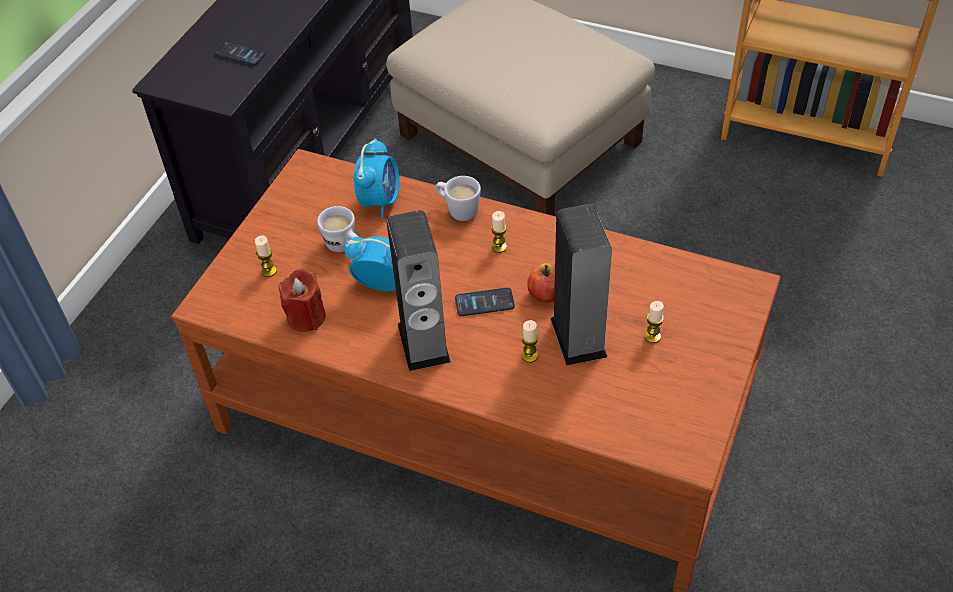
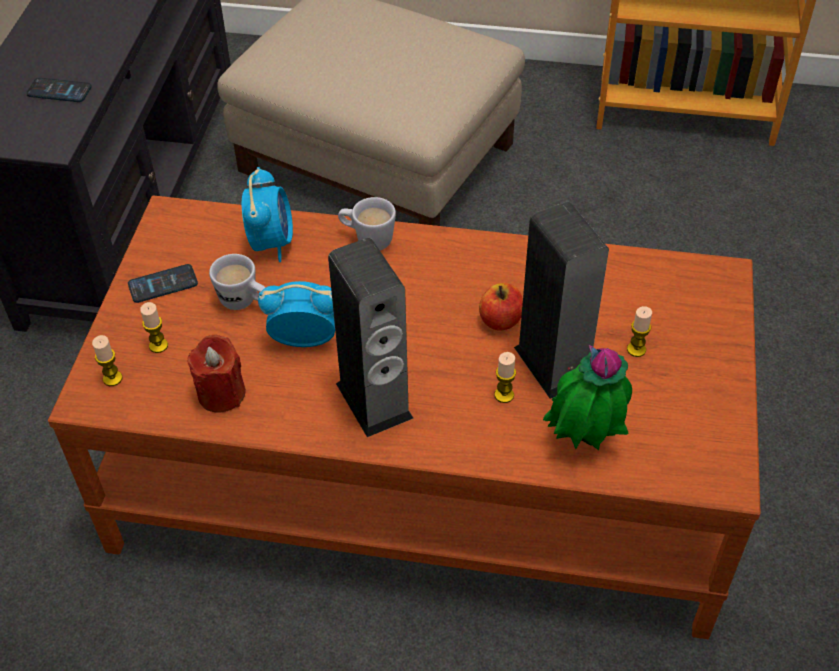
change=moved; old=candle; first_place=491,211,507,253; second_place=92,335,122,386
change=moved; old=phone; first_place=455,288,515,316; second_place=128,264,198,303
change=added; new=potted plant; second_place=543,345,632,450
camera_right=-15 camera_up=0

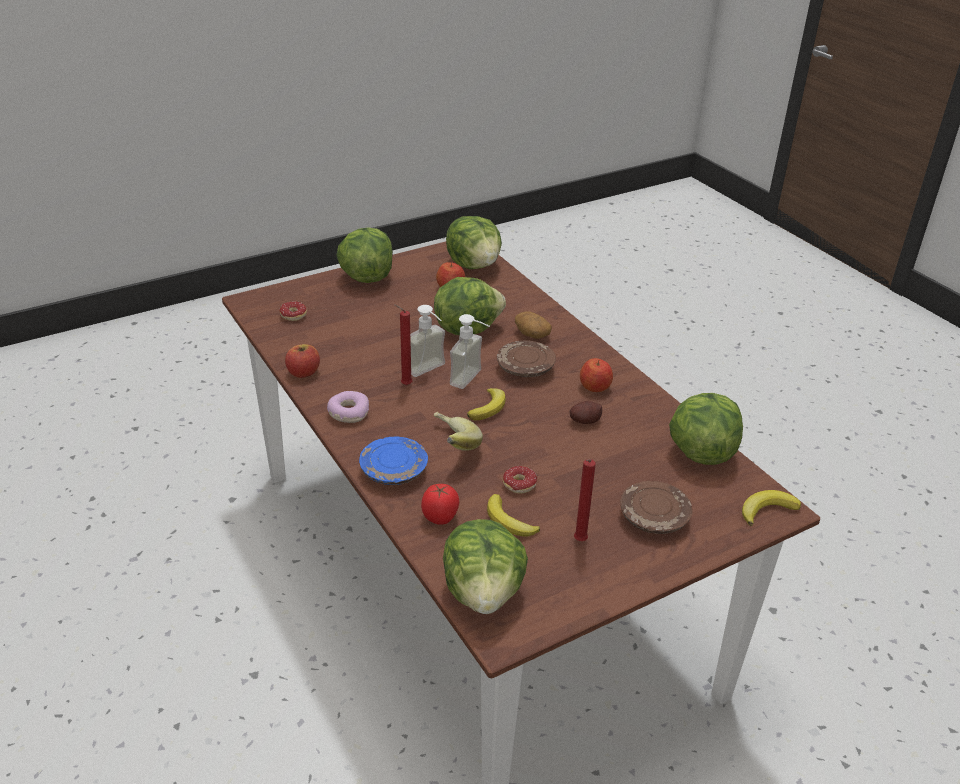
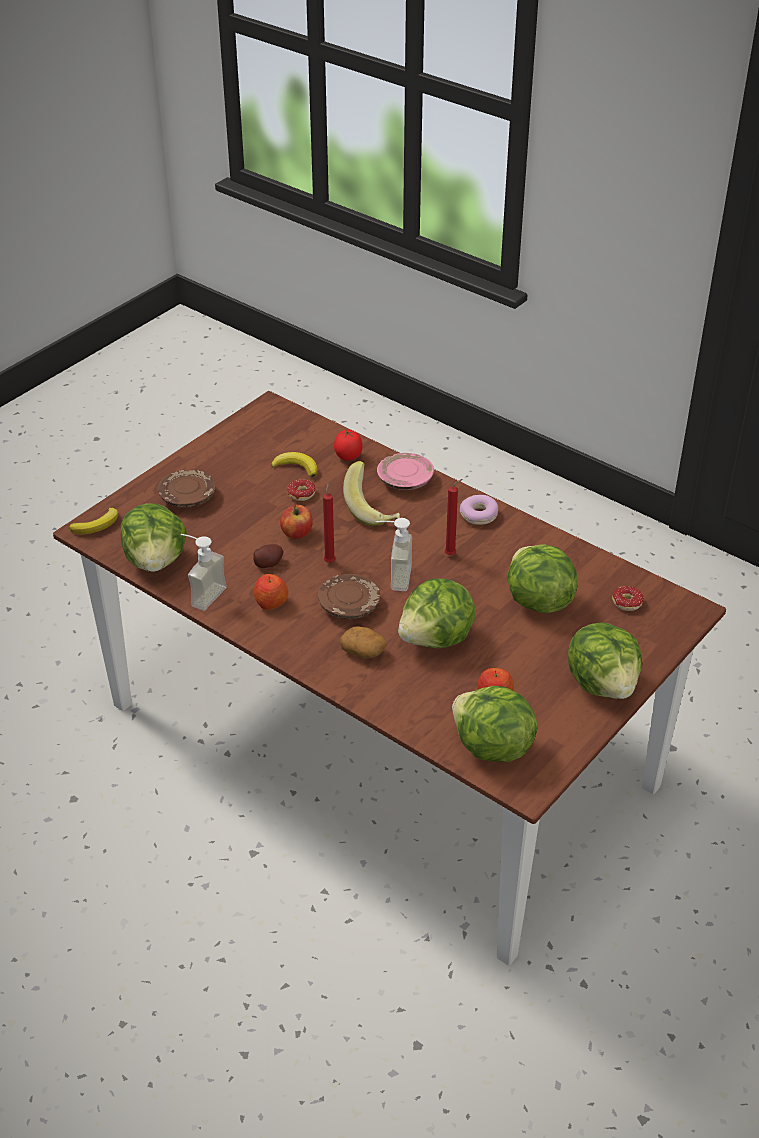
change=moved; old=soap dispenser; first_place=410,305,445,377; second_place=181,534,227,611
change=moved; old=apple; first_place=285,344,320,378; second_place=280,505,312,539
change=removed; old=banana; first_place=467,388,506,420
change=recoloured; old=plate in blue; new=plate in pink; first_place=359,437,428,485; second_place=377,453,434,490
change=moved; old=candle in red; first_place=574,459,596,541; second_place=323,482,335,563
change=moved; old=lettuce; first_place=443,519,528,614; second_place=507,544,577,614
camera_right=160 camera_up=5

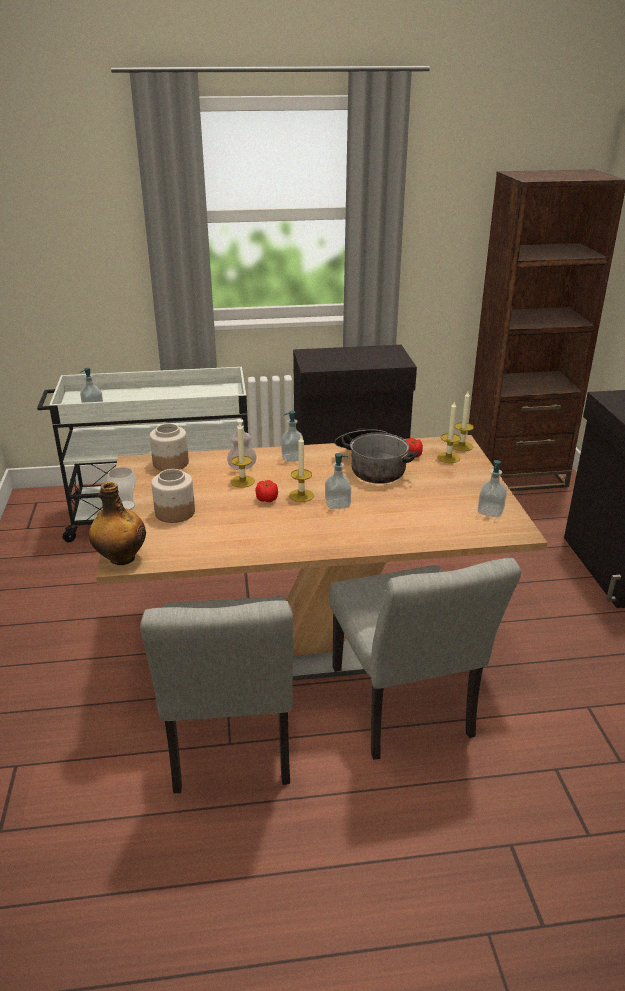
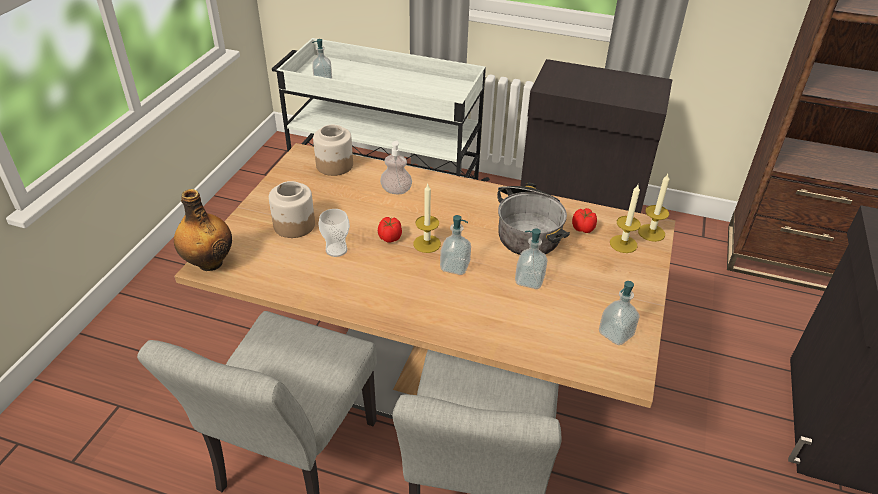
change=moved; old=soap dispenser; first_place=281,411,303,462; second_place=515,228,548,289
change=removed; old=candle; first_place=231,423,255,488
change=moved; old=cup; first_place=107,467,136,510; second_place=318,209,350,257
camera_right=25 camera_up=10

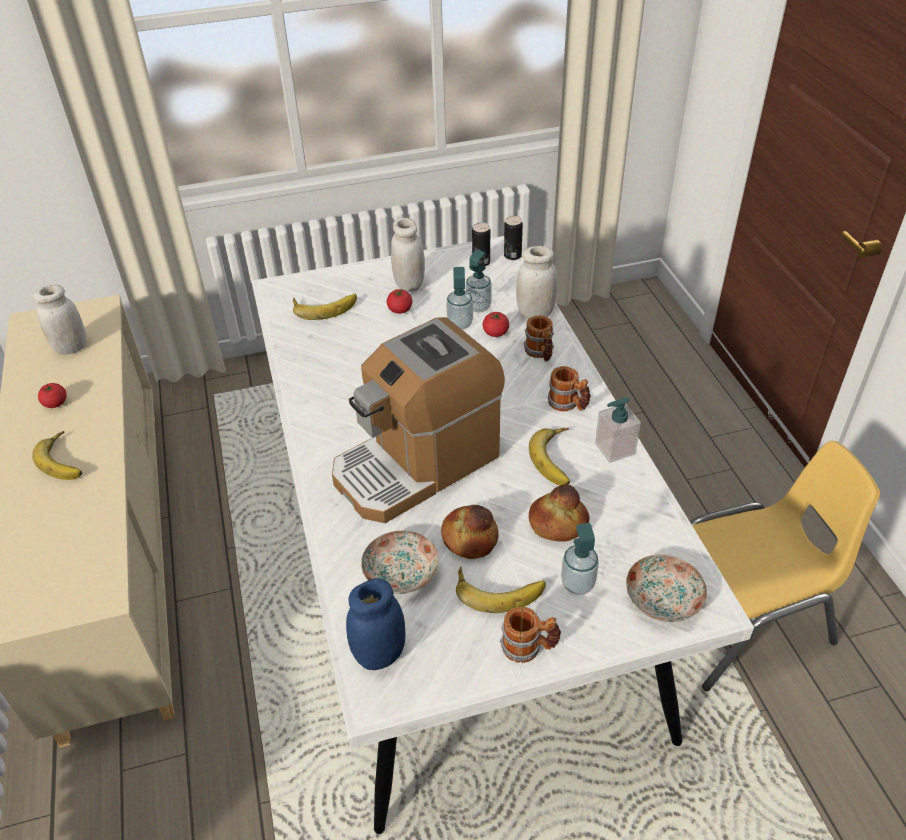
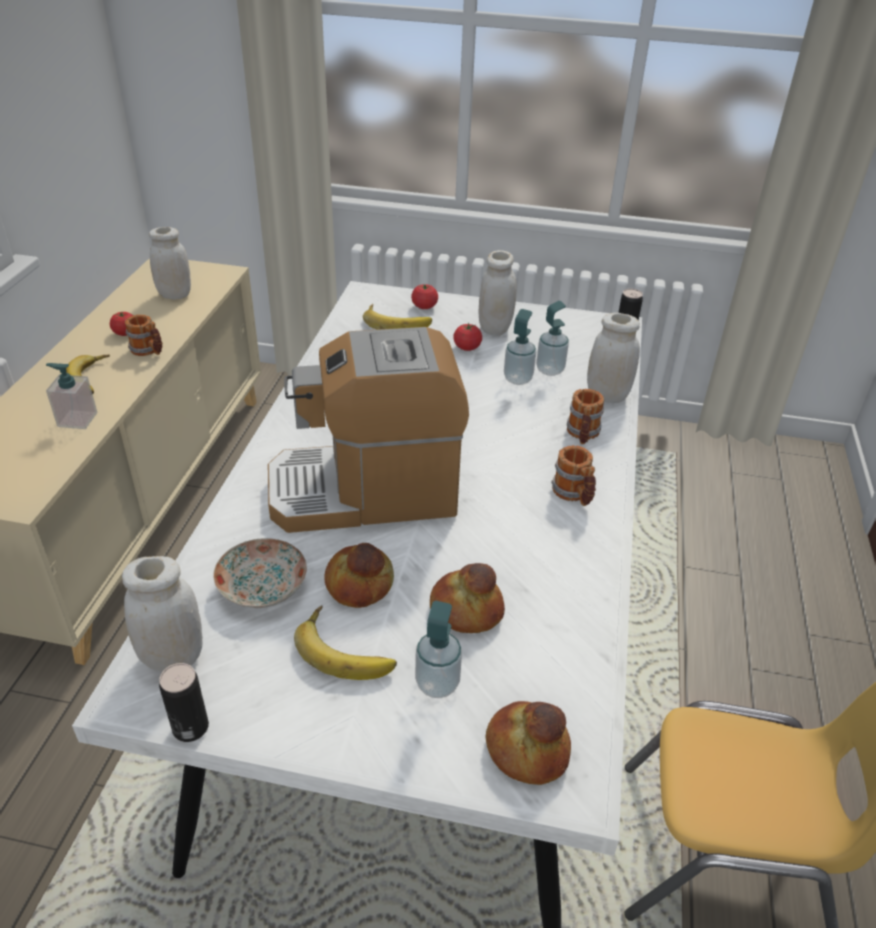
change=moved; old=can; first_place=472,222,490,266; second_place=159,663,209,742
change=moved; old=tomato; first_place=483,312,509,337; second_place=411,284,438,309
change=moved; old=soap dispenser; first_place=595,397,641,463; second_place=46,363,97,429
change=removed; old=banana; first_place=529,428,570,485
change=replaced; old=plate; new=bread; first_place=626,554,707,622; second_place=486,701,571,785
change=recoloured; old=jar in blue; new=jar in white; first_place=346,578,405,670; second_place=122,556,203,671
change=moved; old=mug; first_place=500,607,561,663; second_place=125,314,162,356
camera_right=25 camera_up=-5

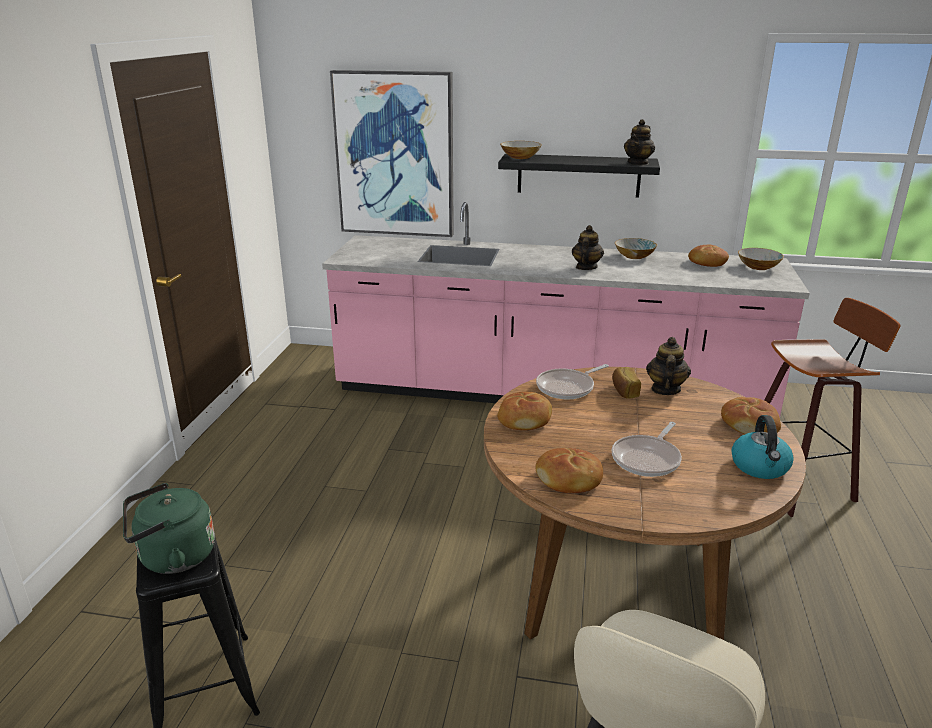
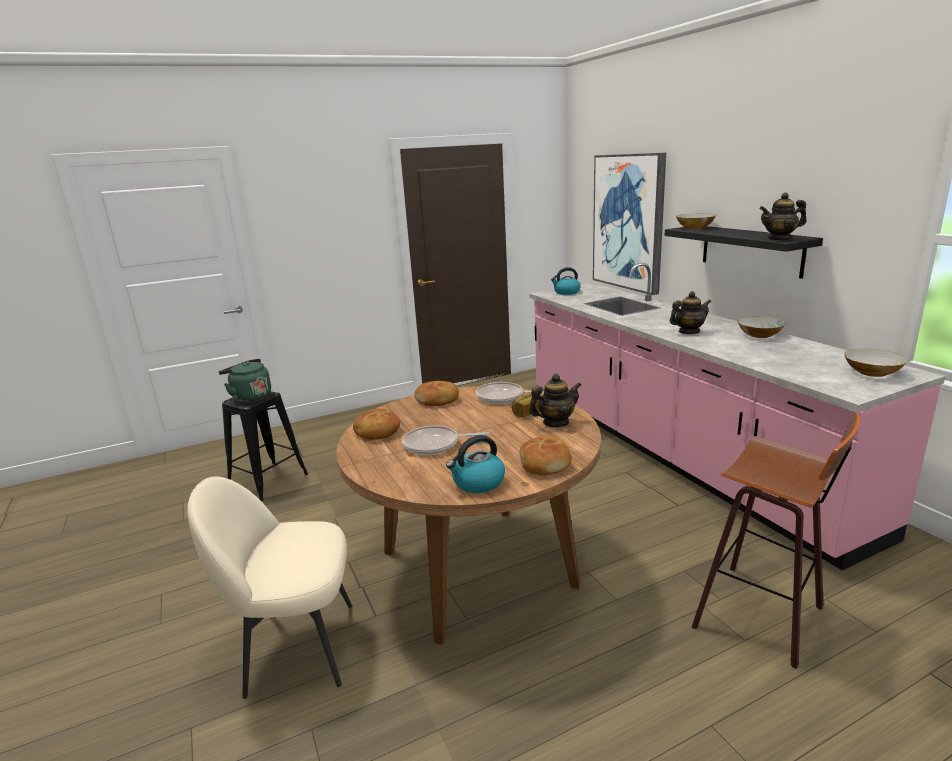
change=removed; old=bread; first_place=688,244,729,267
change=added; new=kettle; second_place=551,267,581,295
camera_right=55 camera_up=-5

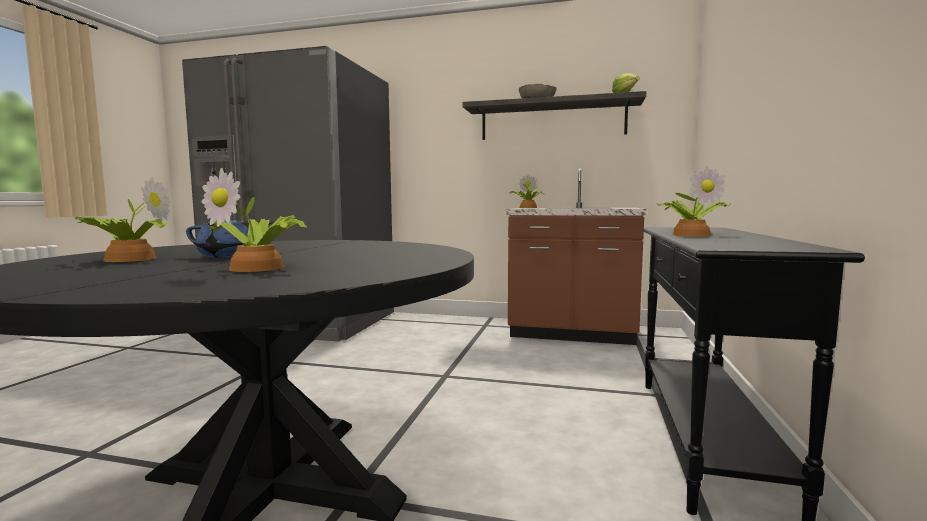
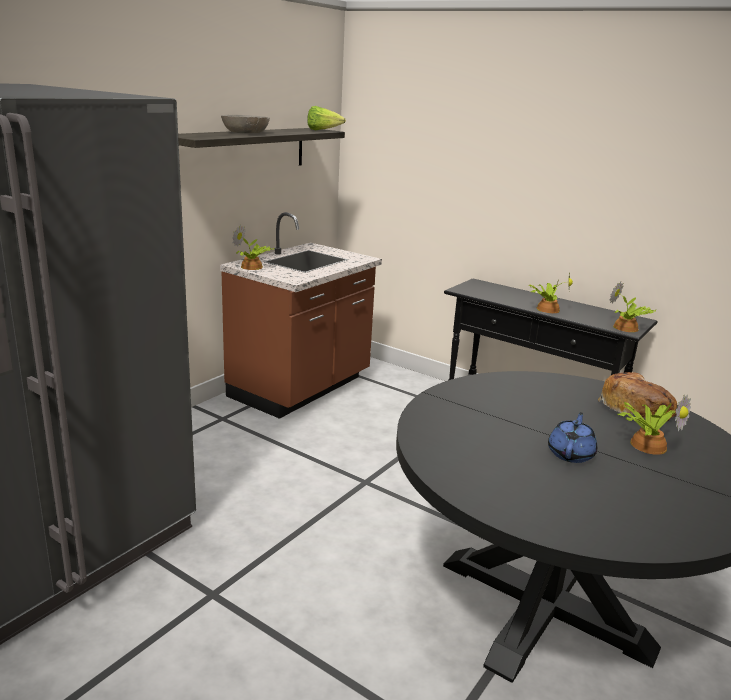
change=moved; old=potted plant; first_place=75,177,171,262; second_place=609,281,657,332
change=added; new=bread; second_place=598,372,677,421
camera_right=-70 camera_up=15

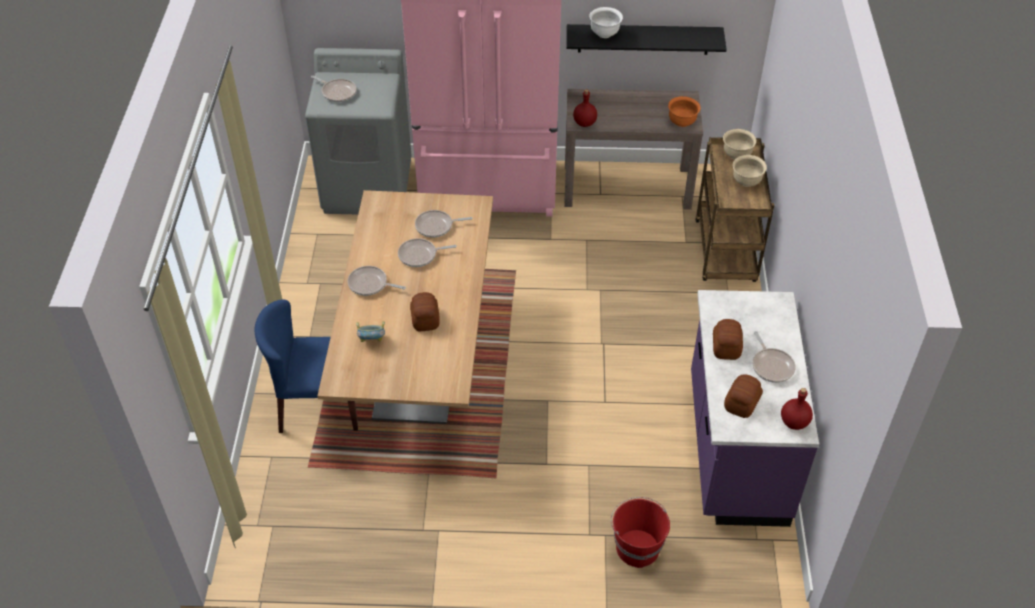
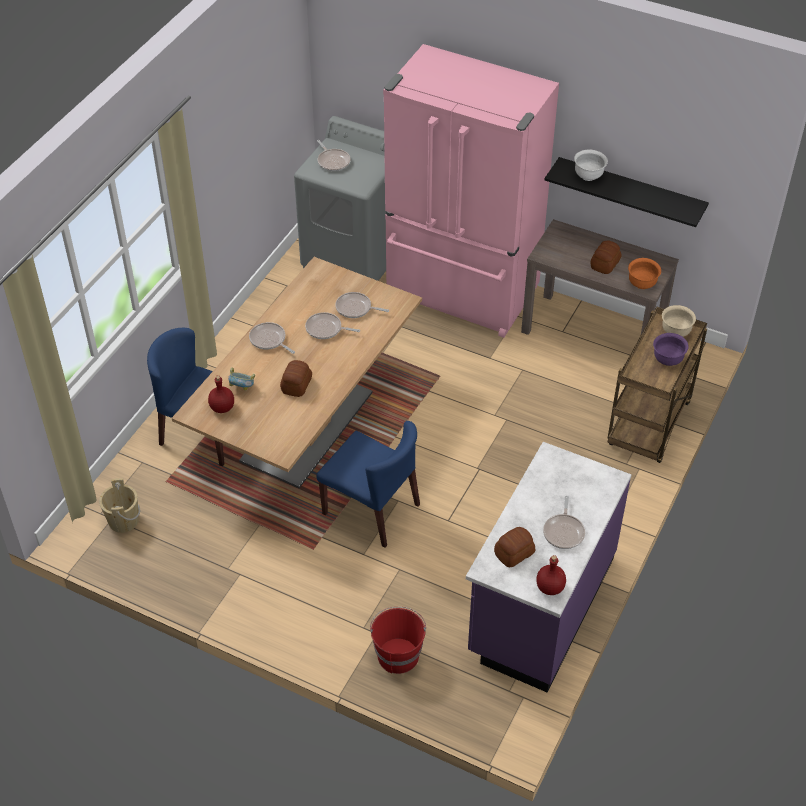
change=moved; old=bottle in red; first_place=573,89,597,127; second_place=208,375,234,413
change=recoloured; old=bowl in beige; new=bowl in purple; first_place=733,155,767,187; second_place=653,333,689,366
change=moved; old=bread; first_place=713,319,743,360; second_place=591,241,622,274
change=added; new=chair in blue; second_place=316,421,420,548
change=added; new=bucket in beige; second_place=99,478,140,533
camera_right=25 camera_up=0

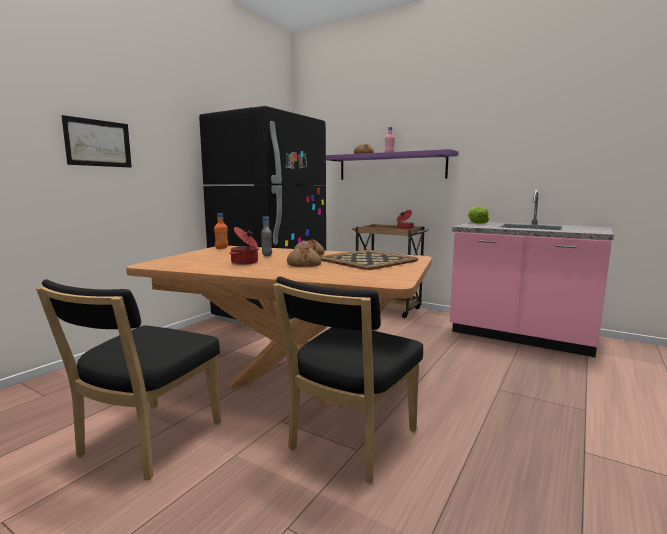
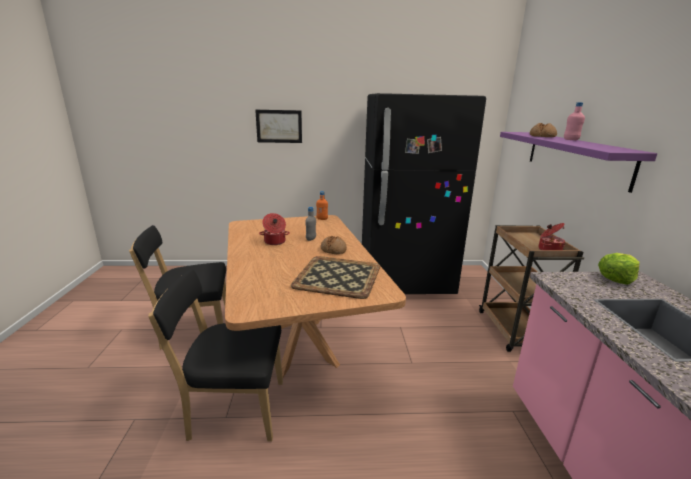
change=removed; old=bread; first_place=287,247,321,267
camera_right=55 camera_up=10

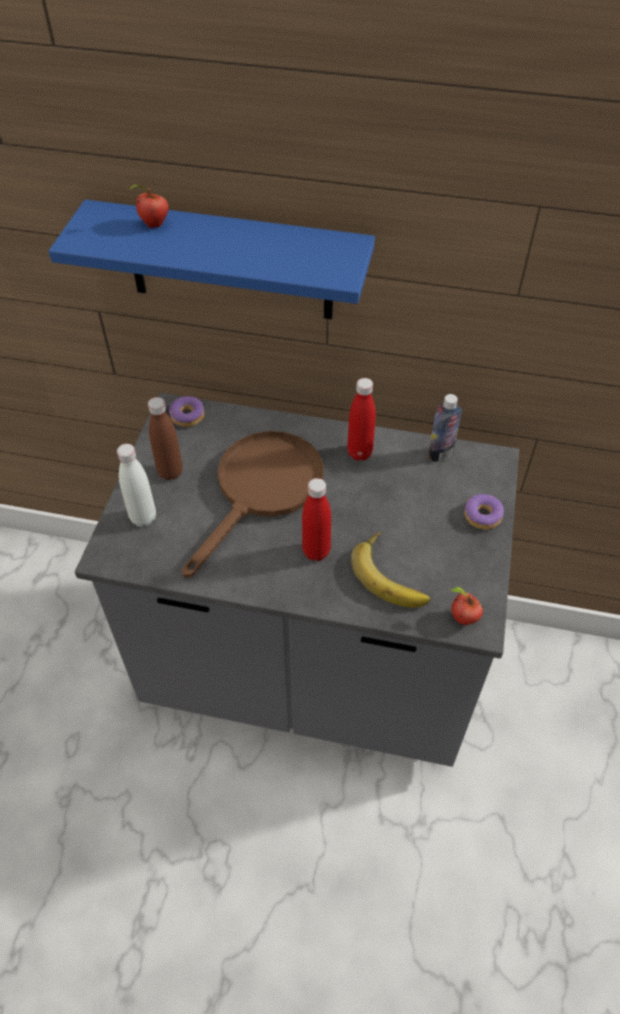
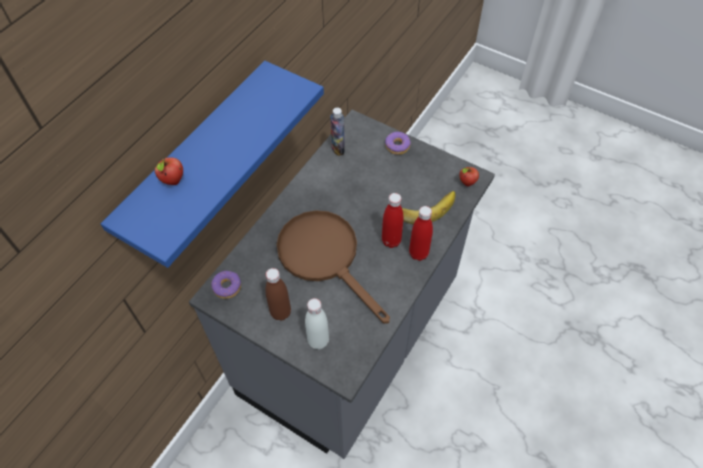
change=moved; old=bottle in red; first_place=347,378,376,461; second_place=409,206,433,261
camera_right=-70 camera_up=5

